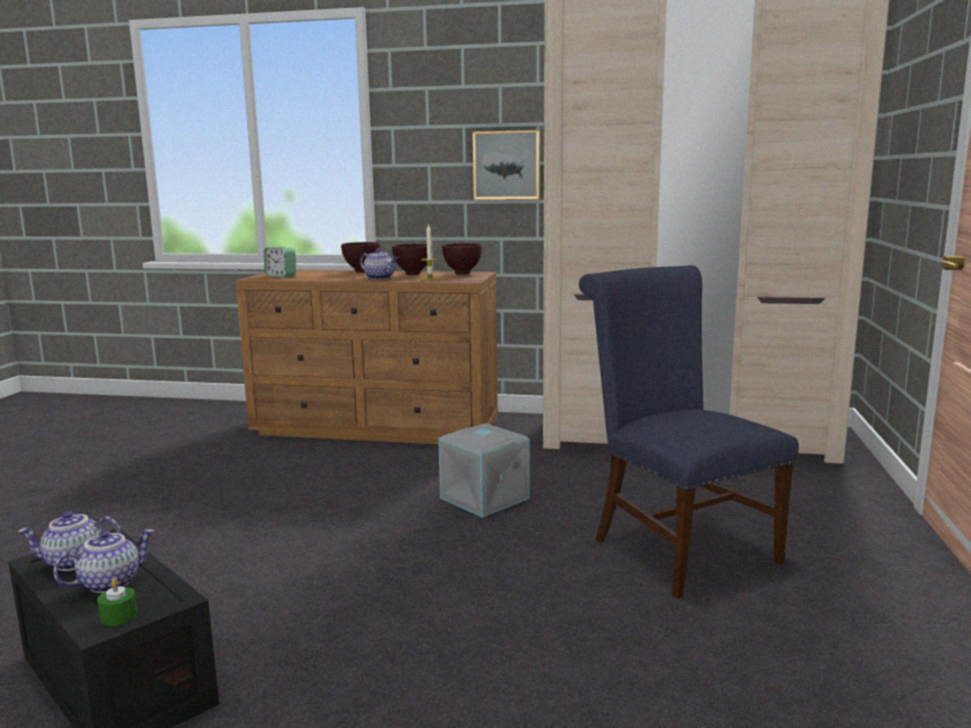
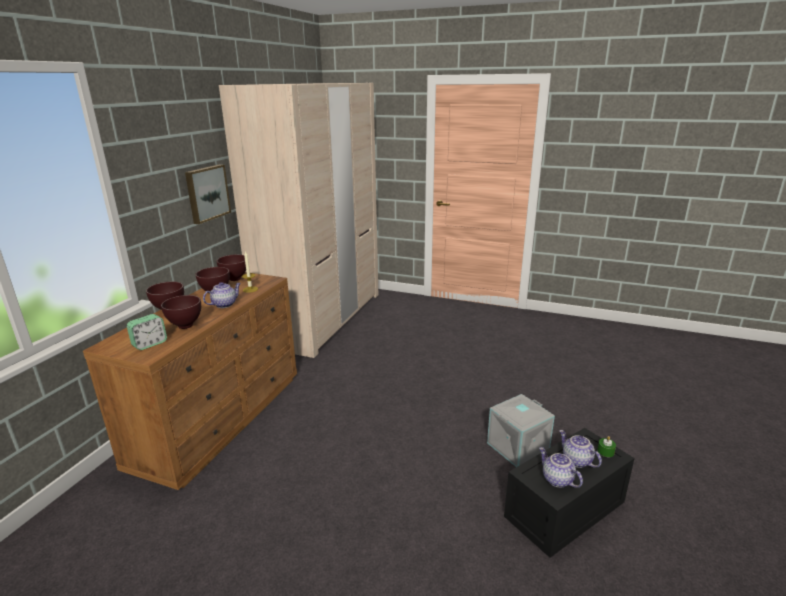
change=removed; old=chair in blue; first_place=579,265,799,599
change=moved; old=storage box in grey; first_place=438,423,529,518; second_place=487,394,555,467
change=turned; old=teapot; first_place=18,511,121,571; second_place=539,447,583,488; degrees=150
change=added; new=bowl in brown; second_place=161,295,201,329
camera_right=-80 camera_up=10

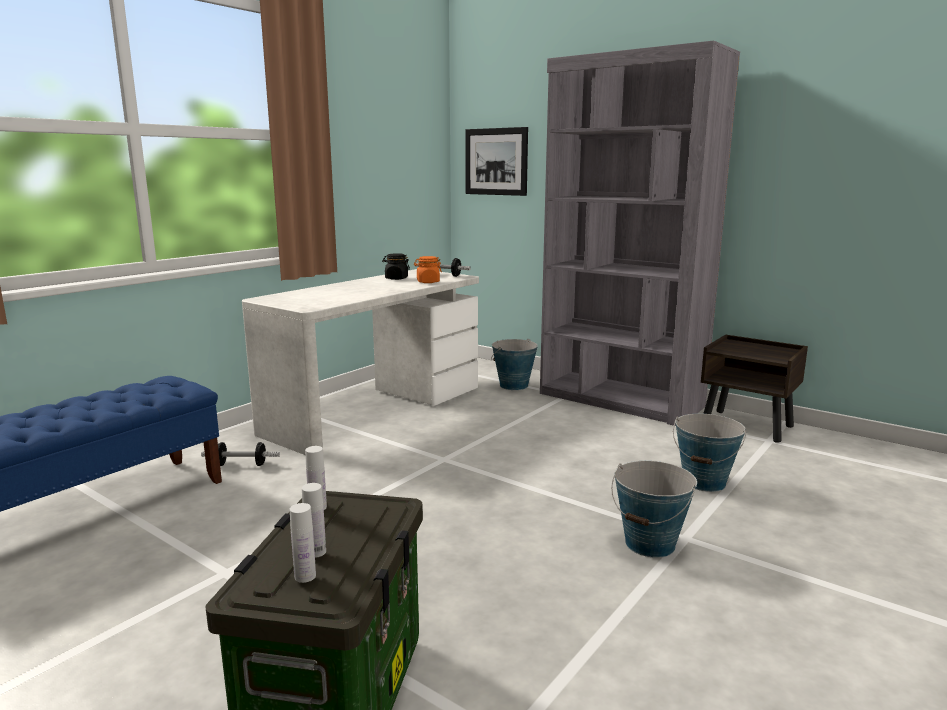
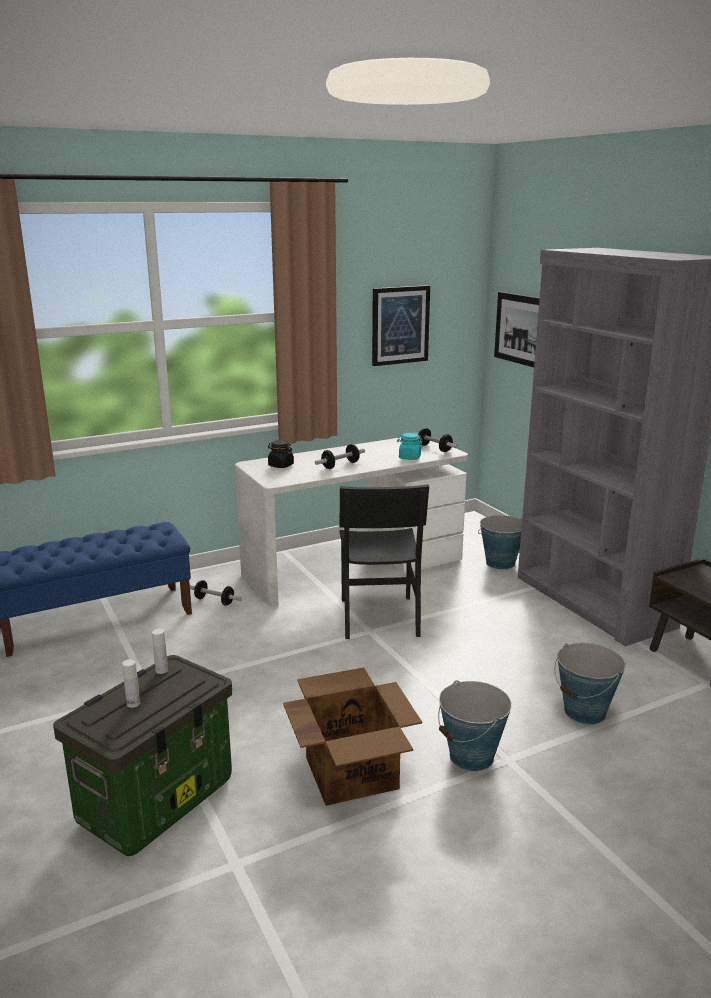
change=moved; old=jar in black; first_place=382,253,410,280; second_place=268,440,294,468
change=recoloured; old=jar in orange; new=jar in turquoise; first_place=414,256,442,283; second_place=397,433,423,460
change=removed; old=bottle in white; first_place=290,503,316,583
change=added; new=picture; second_place=372,285,430,366
change=added; new=dumbbell; second_place=315,444,365,469
change=added; new=chair in black; second_place=339,484,429,639
change=added; new=cardboard box; second_place=283,668,422,806
camera_right=25 camera_up=5

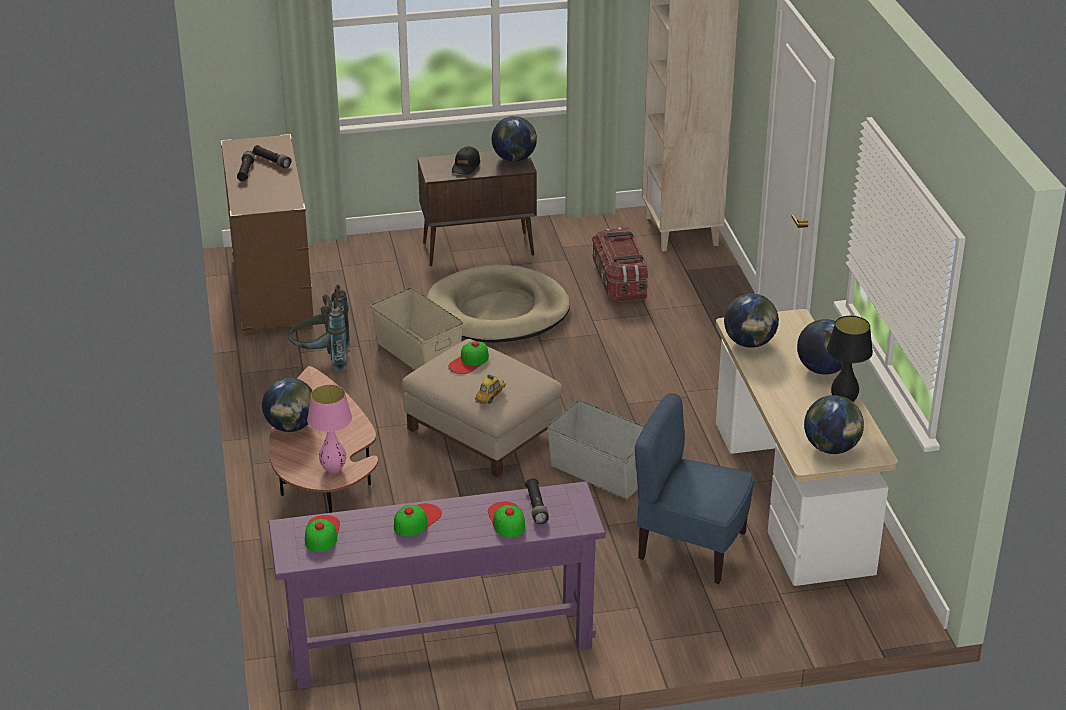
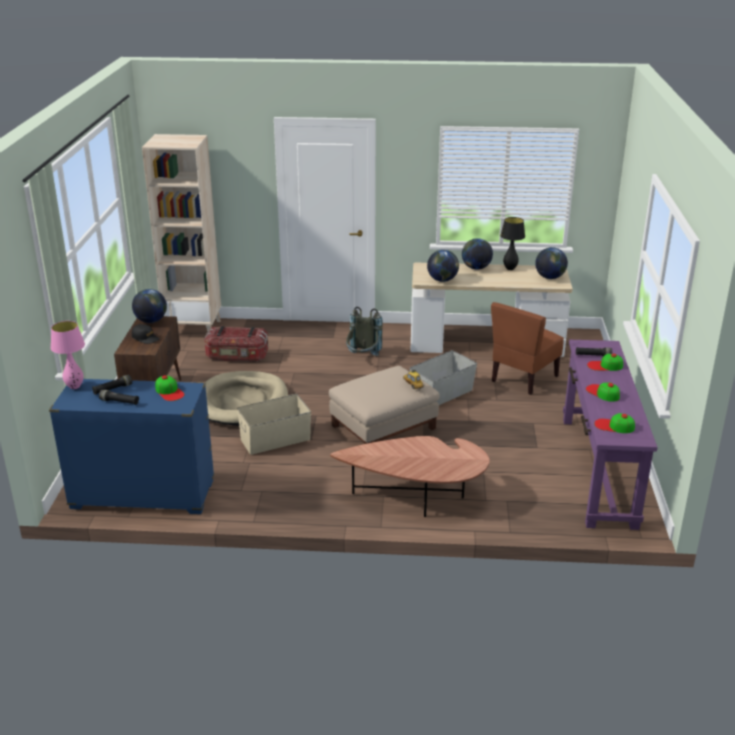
change=recoloured; old=dresser in brown; new=dresser in blue; first_place=221,134,313,336; second_place=49,379,214,514
change=moved; old=backpack in grey; first_place=288,284,350,372; second_place=346,307,383,356
change=moved; old=cap; first_place=448,341,489,374; second_place=155,375,185,401
change=removed; old=globe; first_place=262,378,313,432
change=moved; old=table lamp in pink; first_place=307,384,352,473; second_place=51,321,85,389
change=recoloured; old=chair in blue; new=chair in brown; first_place=635,393,754,584; second_place=491,302,564,395
camera_right=-75 camera_up=-5

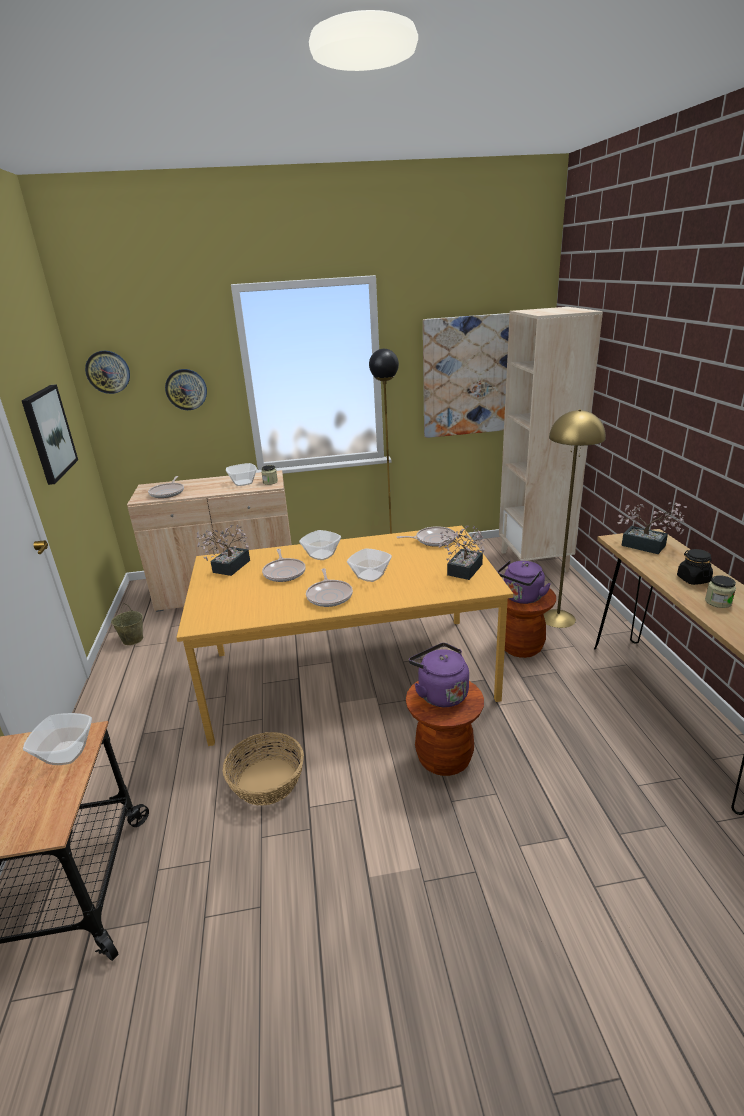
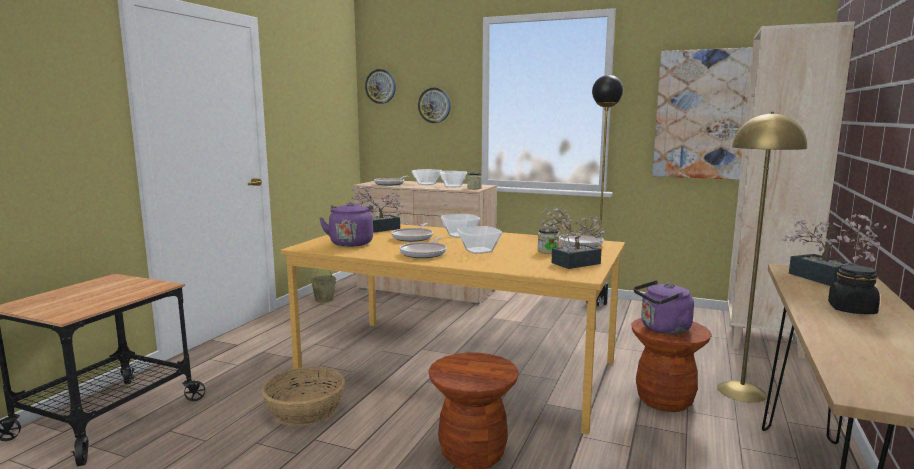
change=removed; old=picture; first_place=22,384,78,485
change=moved; old=jar; first_place=705,575,736,608; second_place=538,228,559,254
change=moved; old=kettle in purple; first_place=409,643,469,707; second_place=319,202,374,247
change=moved; old=bowl; first_place=23,713,92,765; second_place=411,169,442,185
camera_right=30 camera_up=-15

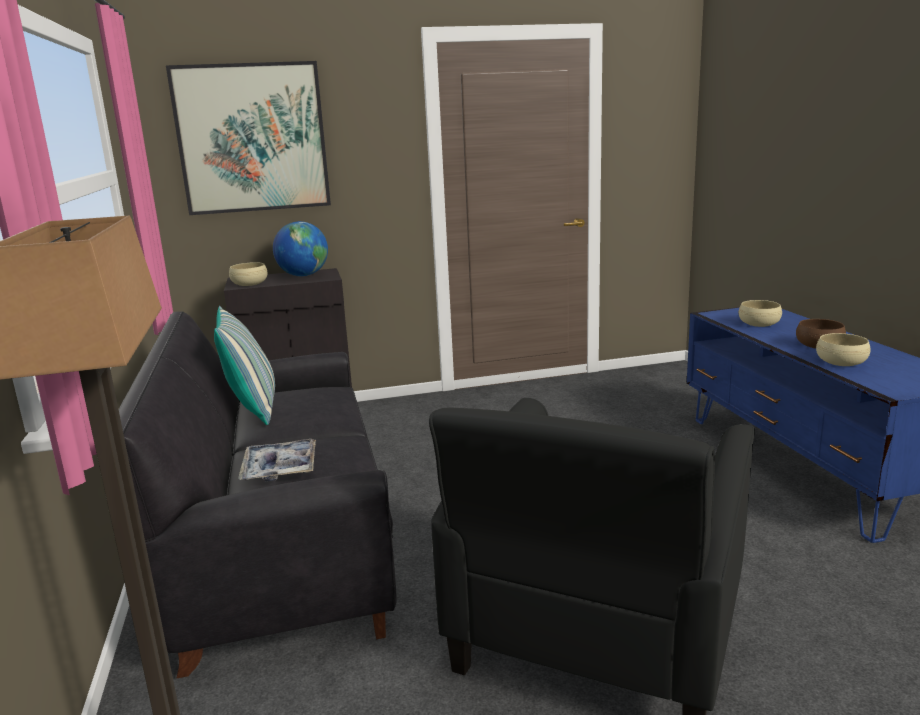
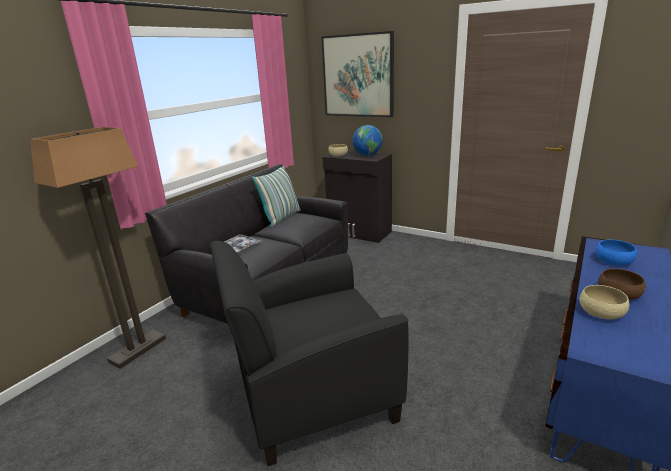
change=recoloured; old=bowl in beige; new=bowl in blue; first_place=739,300,782,327; second_place=596,240,637,265
camera_right=45 camera_up=5

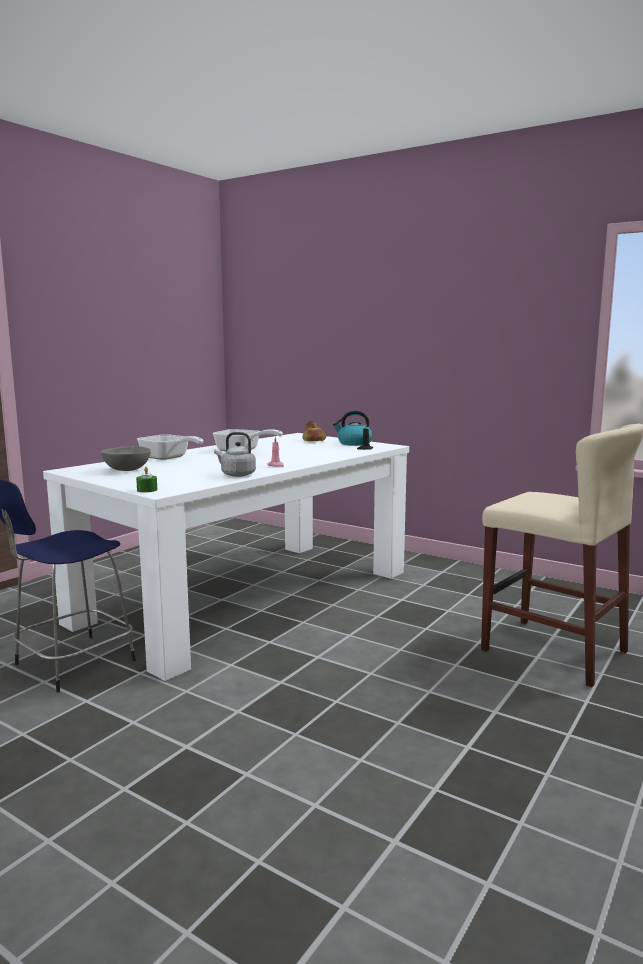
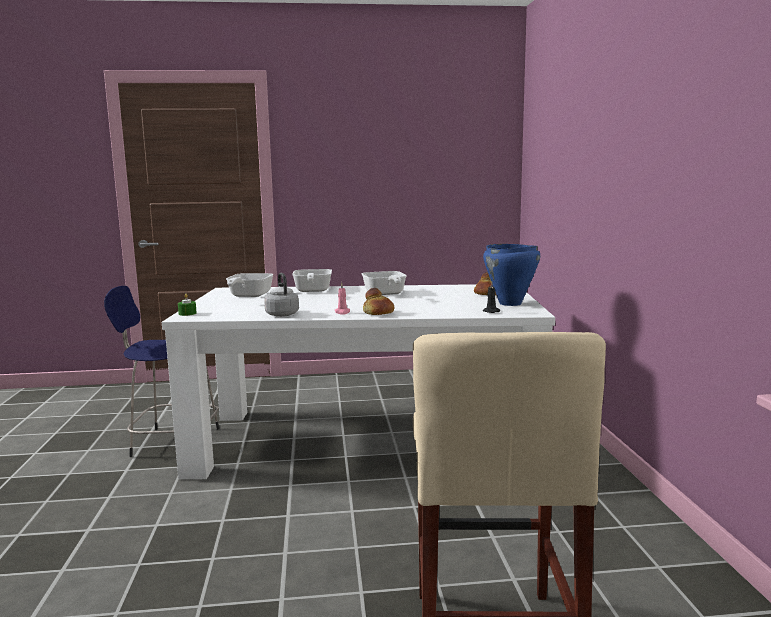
change=replaced; old=kettle; new=cooking pot in blue; first_place=333,410,373,446; second_place=483,244,540,306
change=replaced; old=bowl in grey; new=frying pan; first_place=101,446,151,471; second_place=226,273,274,297
change=added; new=bread; second_place=363,288,394,315
camera_right=50 camera_up=0

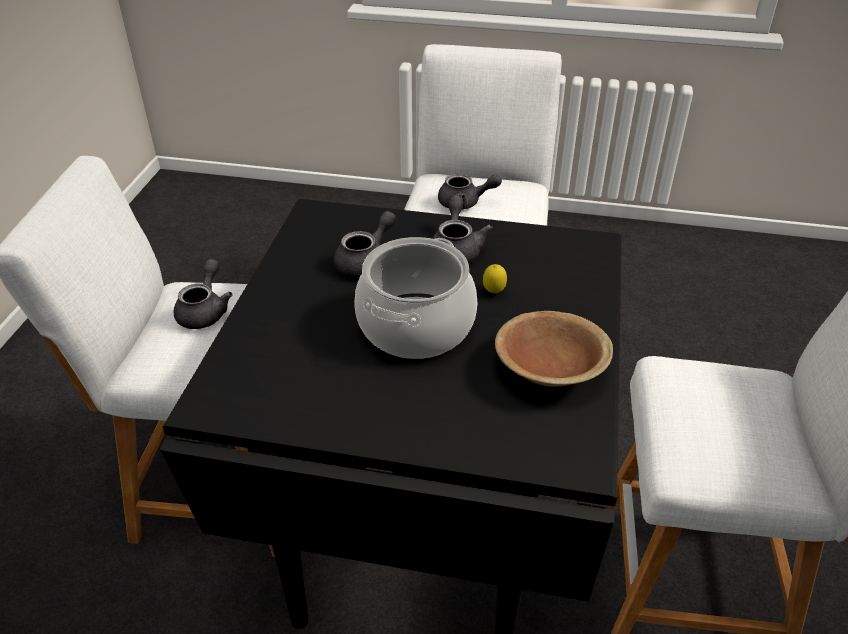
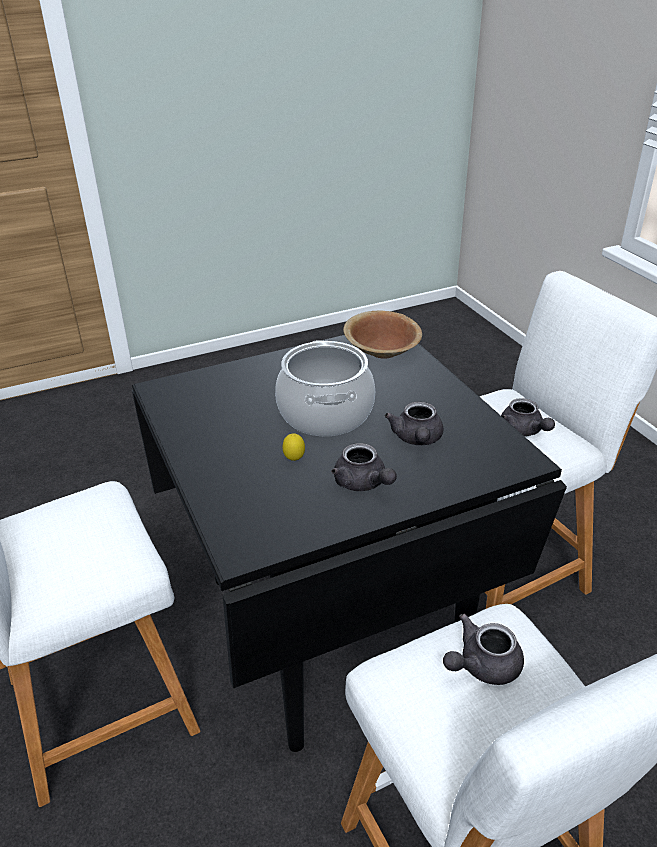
change=moved; old=bowl in brown; first_place=495,311,613,387; second_place=343,310,422,359
camera_right=145 camera_up=-5

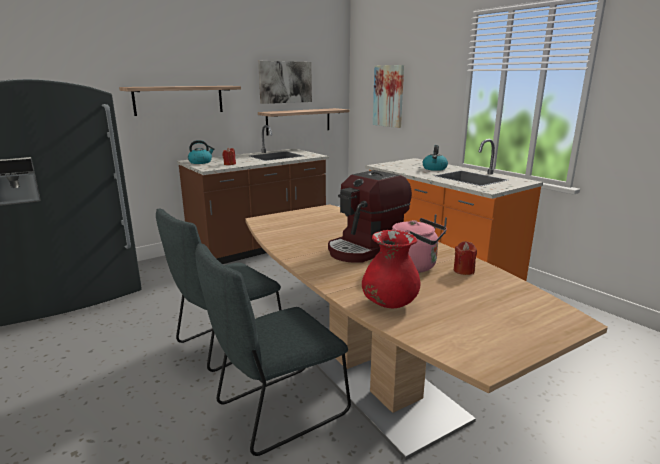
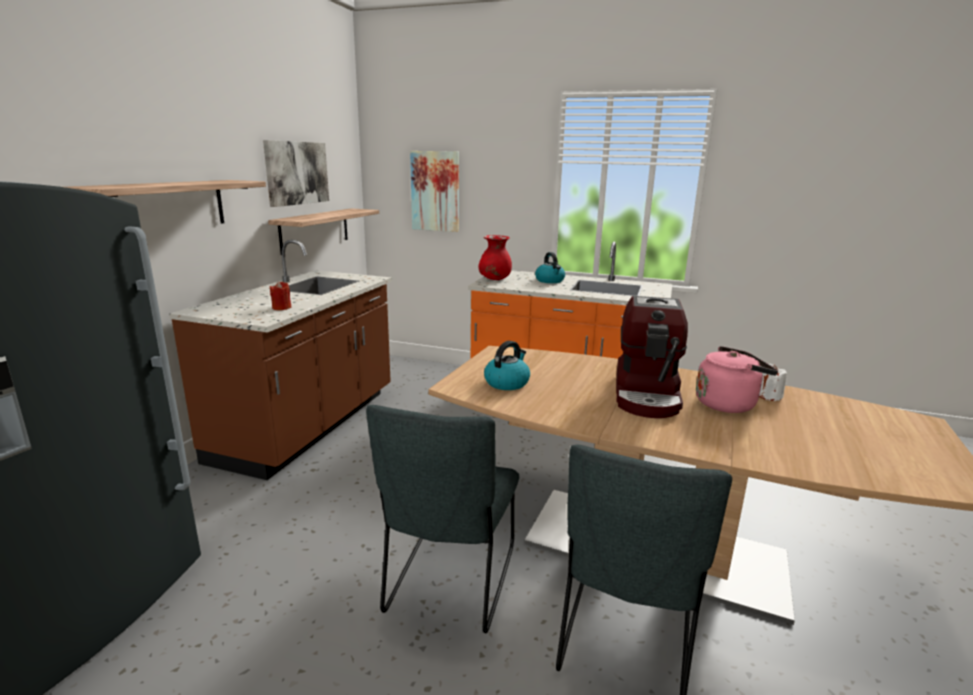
change=moved; old=kettle; first_place=188,140,214,164; second_place=484,341,530,390
change=moved; old=vase in red; first_place=362,230,421,308; second_place=478,235,512,280
change=recoloured; old=candle in red; new=candle in white; first_place=454,241,477,275; second_place=759,364,788,401
camera_right=-35 camera_up=0

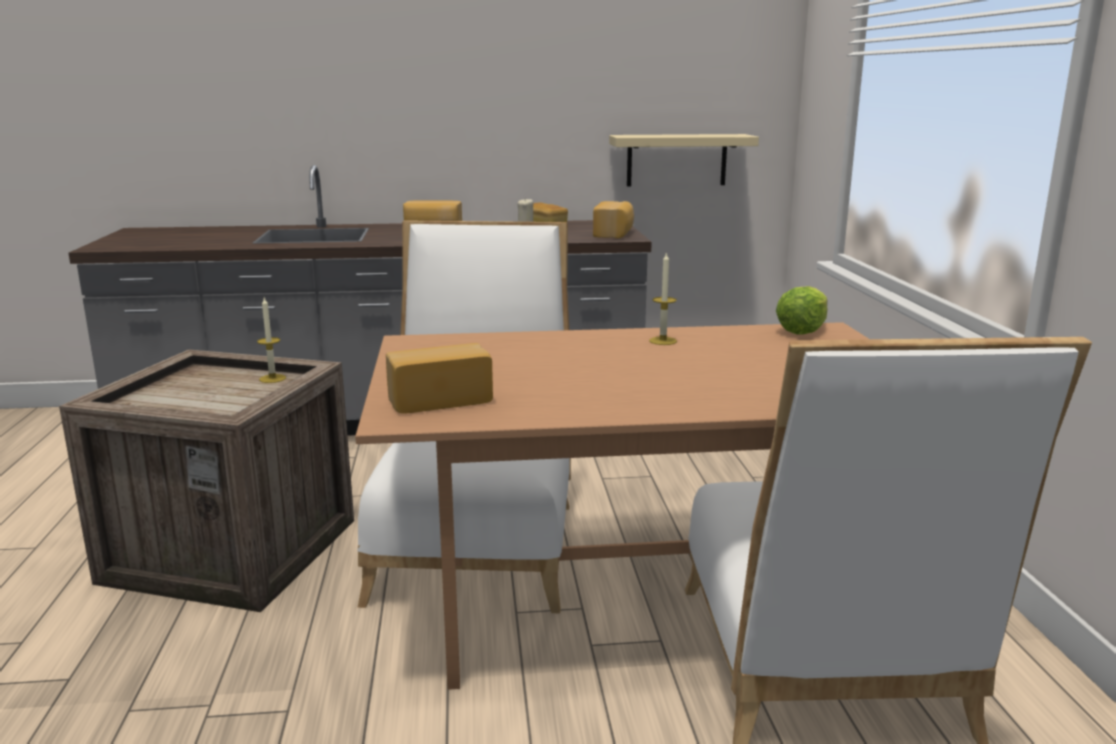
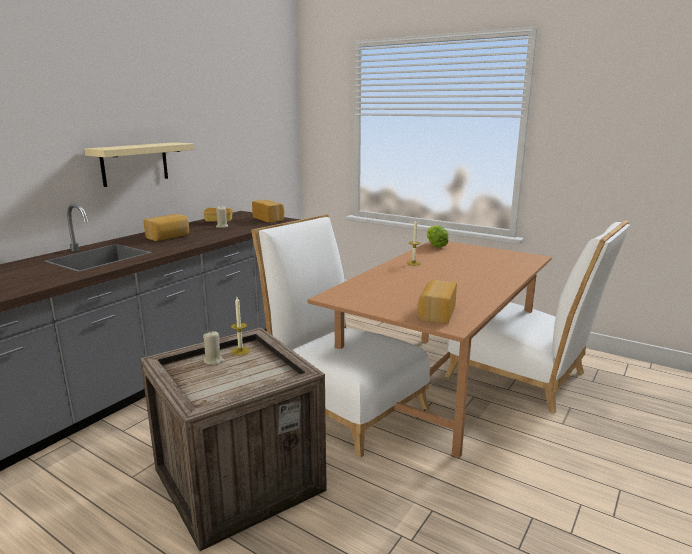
change=moved; old=shelf in beige; first_place=609,134,759,186; second_place=84,142,195,187
change=added; new=candle in beige; second_place=203,331,224,365
camera_right=-50 camera_up=0

